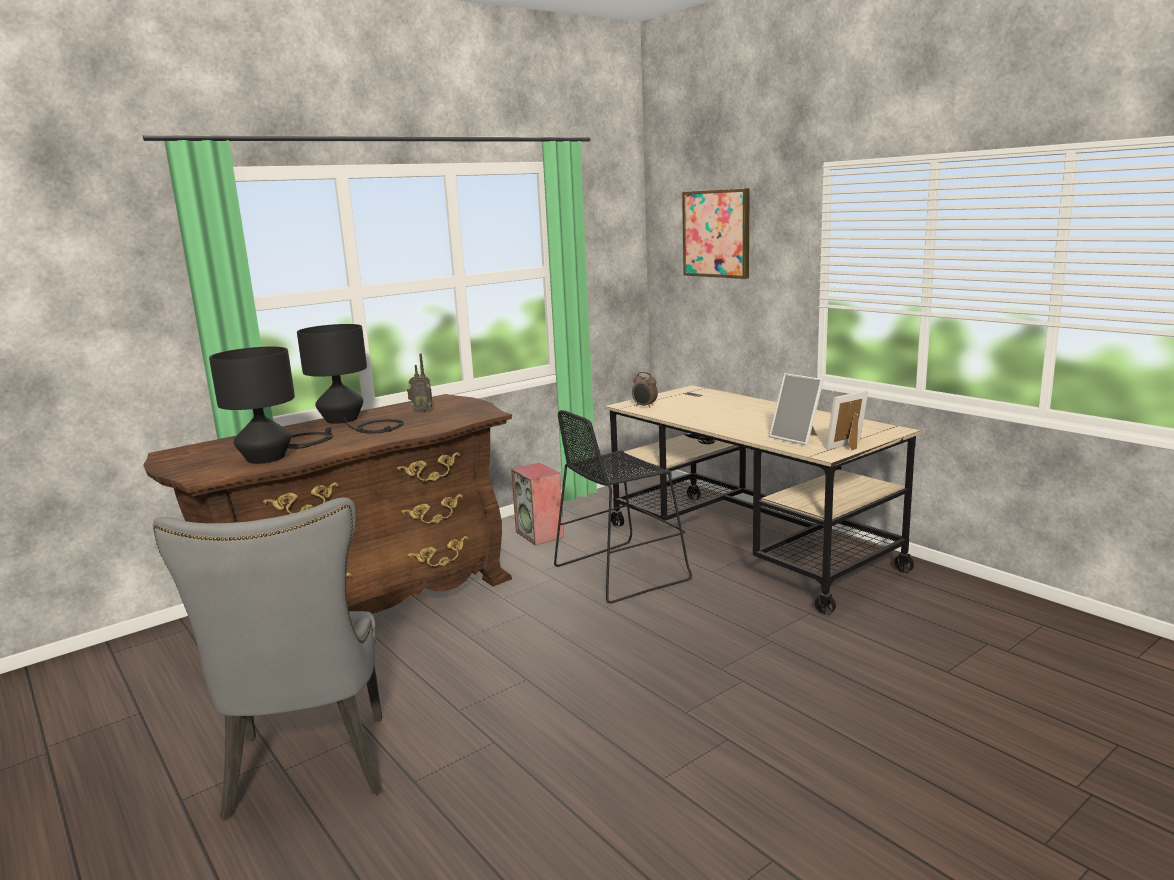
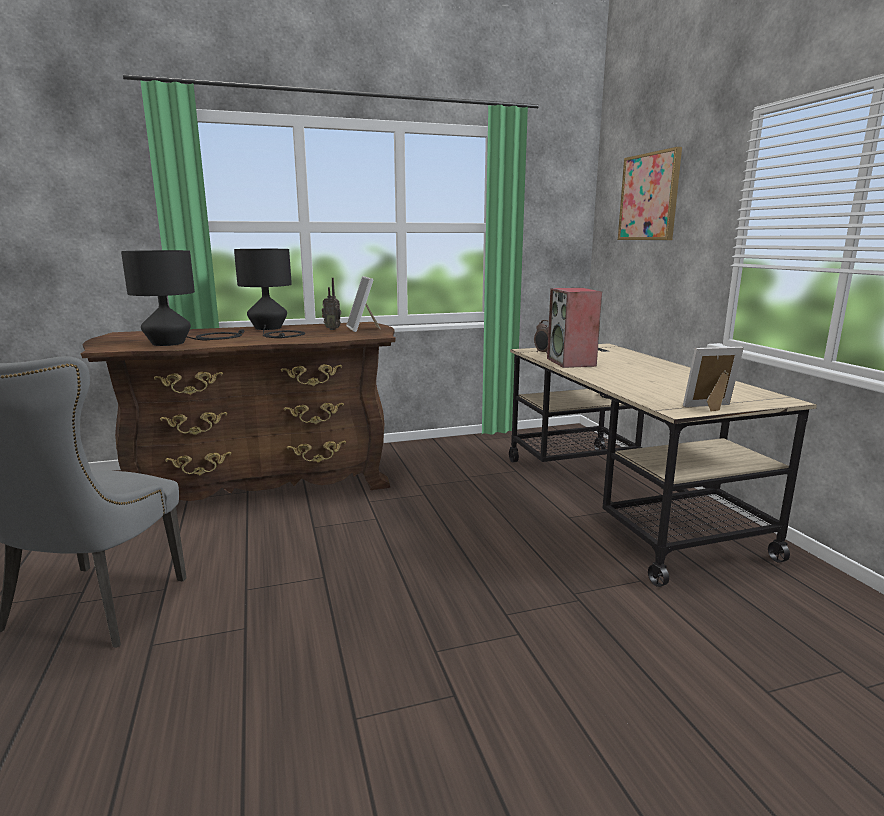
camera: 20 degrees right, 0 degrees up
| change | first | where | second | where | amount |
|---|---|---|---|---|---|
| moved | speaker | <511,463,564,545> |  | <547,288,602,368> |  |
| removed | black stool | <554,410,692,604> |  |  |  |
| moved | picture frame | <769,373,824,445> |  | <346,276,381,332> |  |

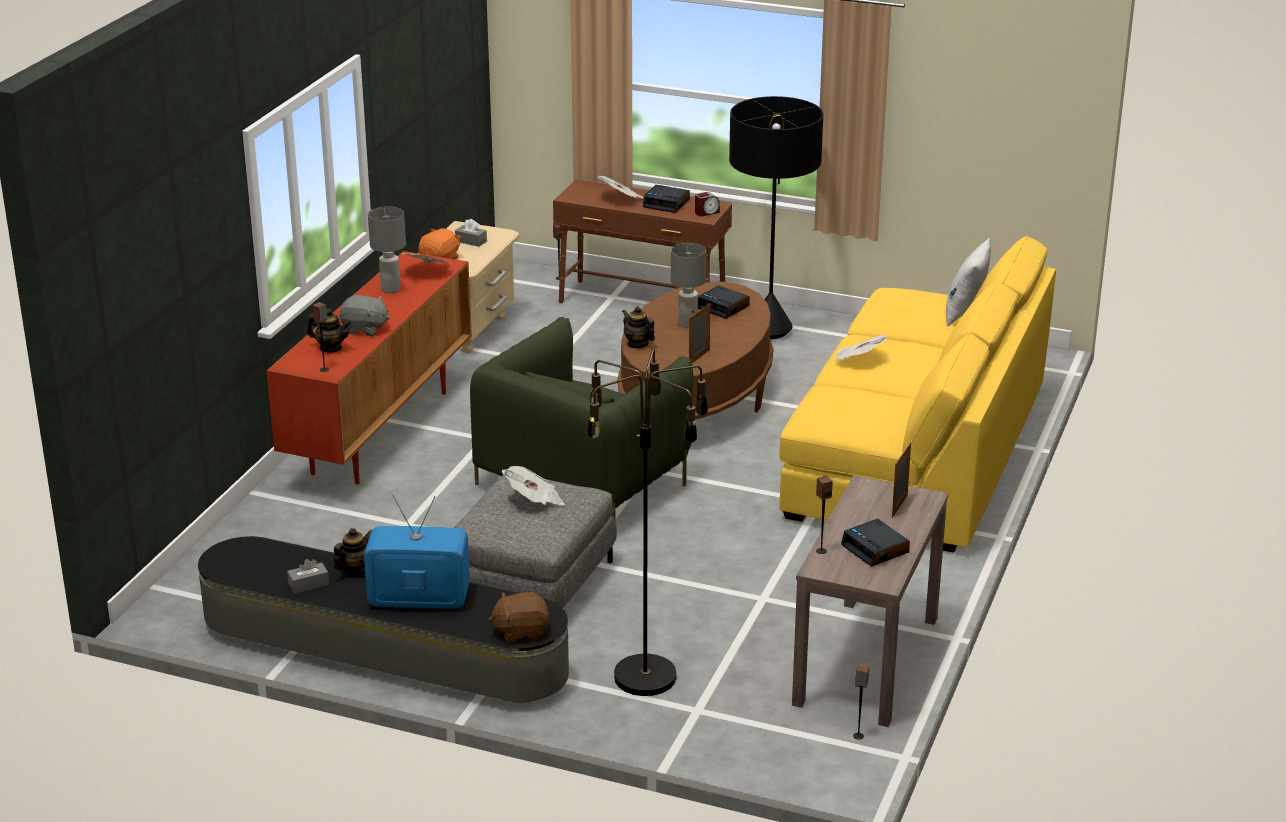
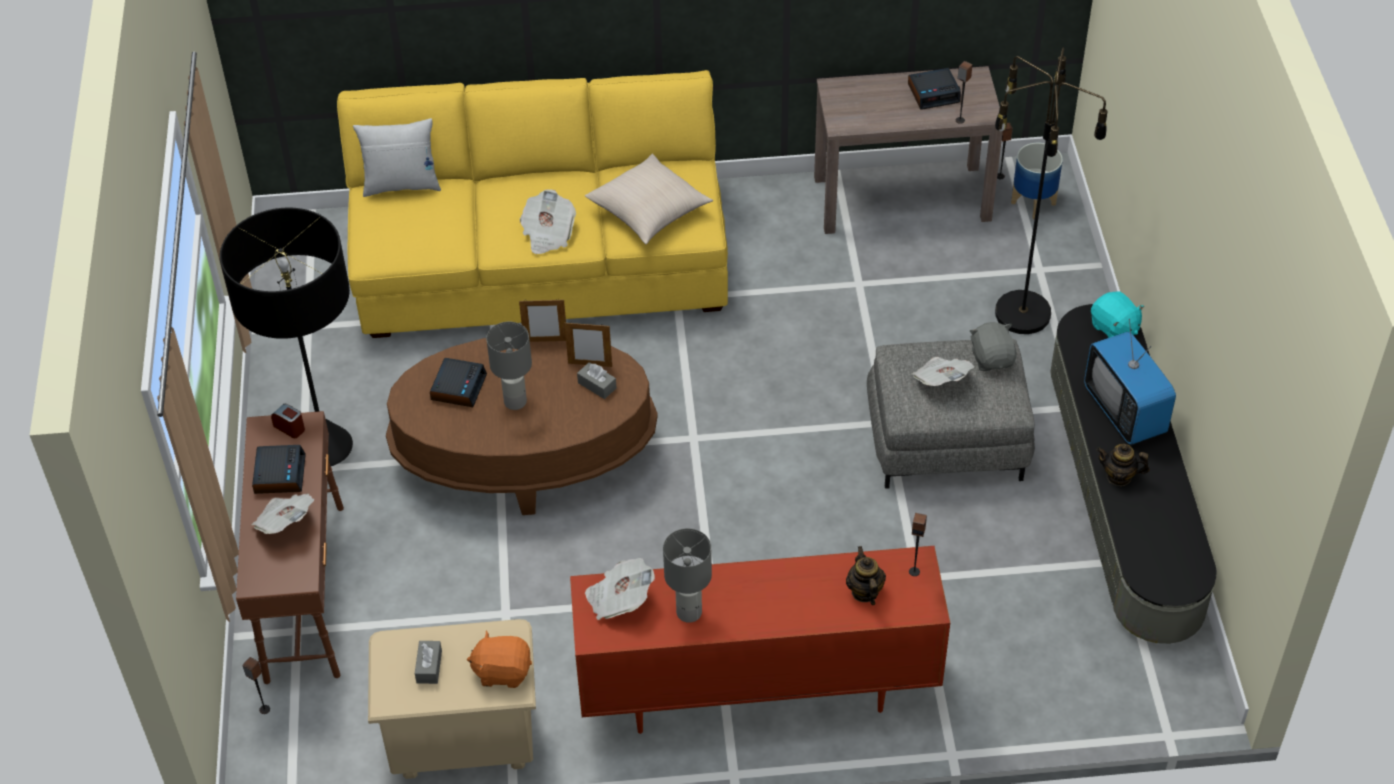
camera: 115 degrees left, 20 degrees up
| change | first | where | second | where | amount |
|---|---|---|---|---|---|
| moved | grey tissue box | <287,559,329,594> |  | <577,362,616,399> |  |
| moved | grey plush toy | <339,295,390,336> |  | <969,322,1017,371> |  |
| removed | green armchair | <470,317,693,519> |  |  |  |
| recoloured | brown plush toy | <488,592,550,643> | turquoise plush toy | <1091,291,1144,338> |  |
| removed | teapot | <622,306,655,349> |  |  |  |
| turned | alarm clock | <841,519,910,567> |  | <908,68,961,110> | 45 degrees clockwise |
| moved | picture frame | <892,442,911,518> |  | <519,298,566,342> |  |
| added |  |  | beige pillow | <585,154,713,244> |  |
| added |  |  | planter | <1011,143,1063,219> |  |

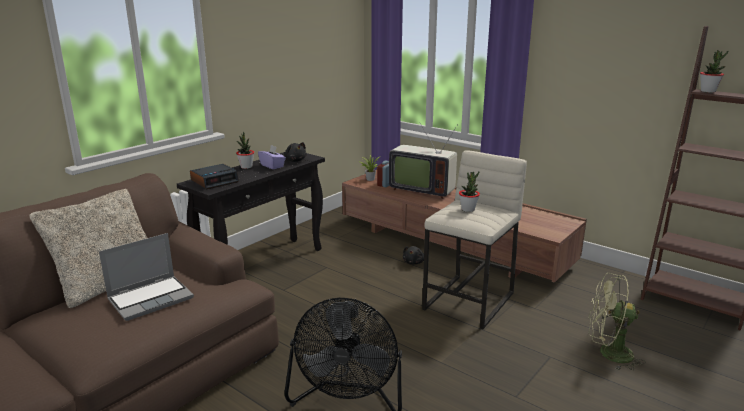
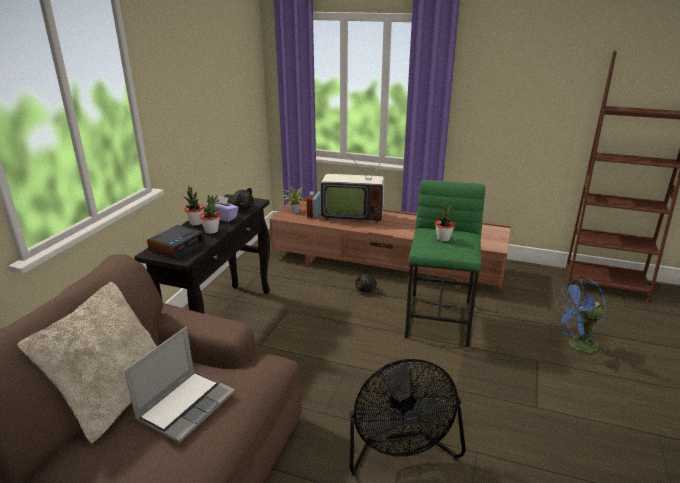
camera: 20 degrees left, 5 degrees up
| change | first | where | second | where | amount |
|---|---|---|---|---|---|
| recoloured | beige stool | <422,150,527,329> | green stool | <405,180,485,346> |  |
| recoloured | green fan | <588,273,646,370> | blue fan | <556,278,608,360> |  |
| moved | potted plant | <700,50,728,93> |  | <199,195,220,234> |  |

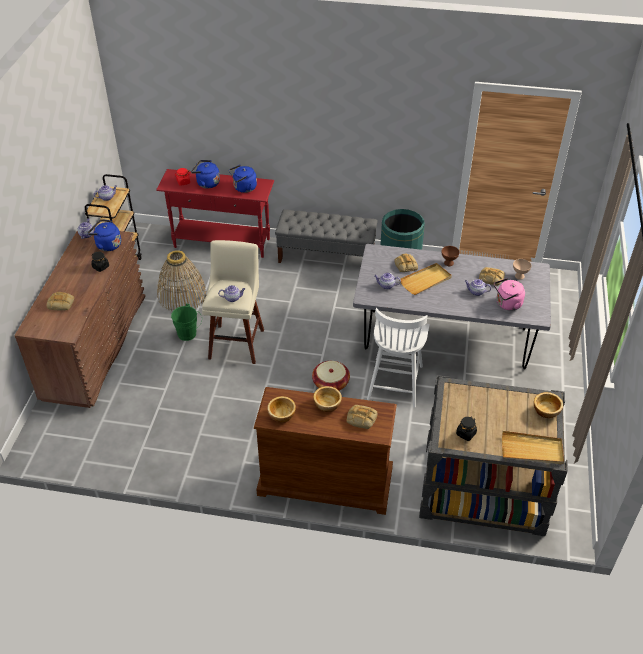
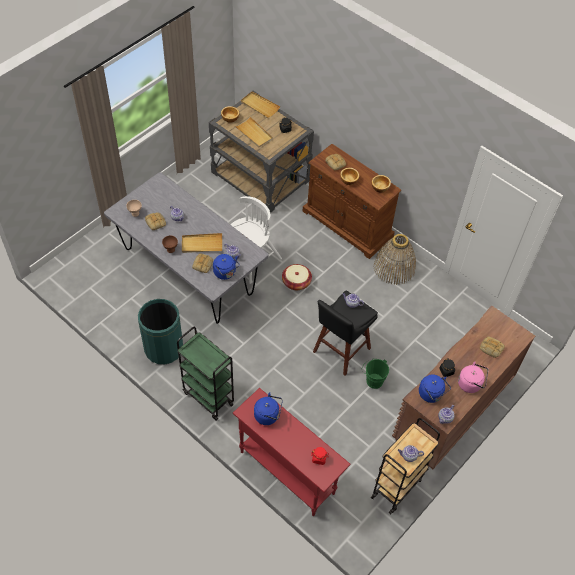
camera: 150 degrees left, 10 degrees up
| change | first | where | second | where | amount |
|---|---|---|---|---|---|
| moved | basket | <157,250,207,312> |  | <374,234,416,285> |  |
| moved | blue kettle | <191,160,220,188> |  | <213,254,240,280> |  |
| recoloured | beige stool | <202,240,264,364> | black stool | <313,291,378,376> |  |
| replaced | grey bench | <275,209,377,263> | green cart | <177,327,234,421> |  |
| moved | pink kettle | <494,278,525,311> |  | <458,361,489,393> |  |
| added |  |  | beige tray | <235,117,273,148> |  |

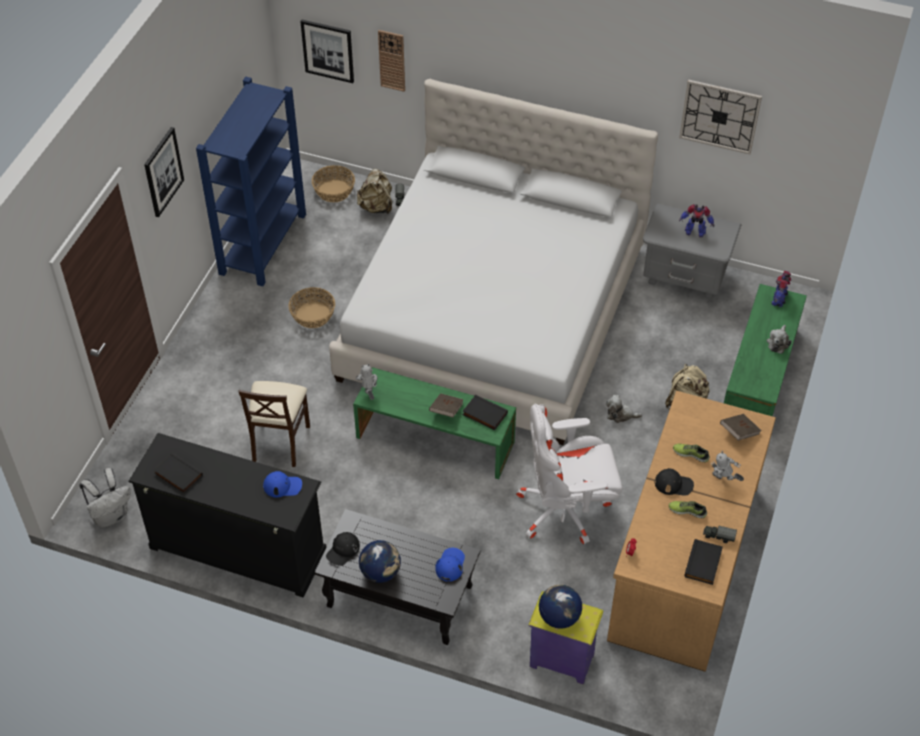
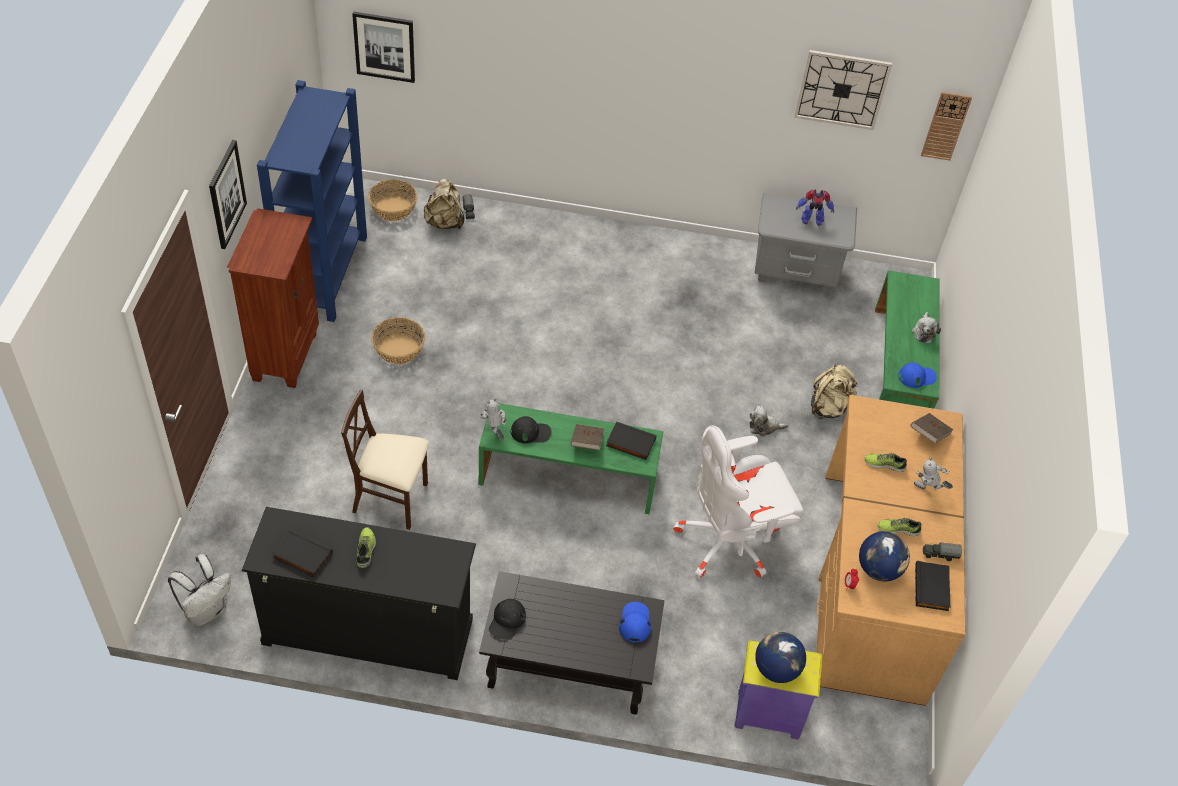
camera: 15 degrees left, 0 degrees up
| change | first | where | second | where | amount |
|---|---|---|---|---|---|
| turned | beige chair | <238,381,310,467> |  | <341,390,429,530> | 105 degrees clockwise |
| moved | blue cap | <263,471,302,498> |  | <898,362,937,388> |  |
| removed | white bed | <329,79,658,445> |  |  |  |
| moved | globe | <359,540,401,583> |  | <859,531,910,582> |  |
| moved | wall clock | <378,30,405,92> |  | <921,92,972,161> |  |
| moved | black cap | <654,468,694,496> |  | <511,416,551,443> |  |
| removed | toy robot | <771,271,791,307> |  |  |  |
| added |  |  | brown cabinet | <227,208,319,388> |  |
| added |  |  | shoe | <357,527,376,568> |  |

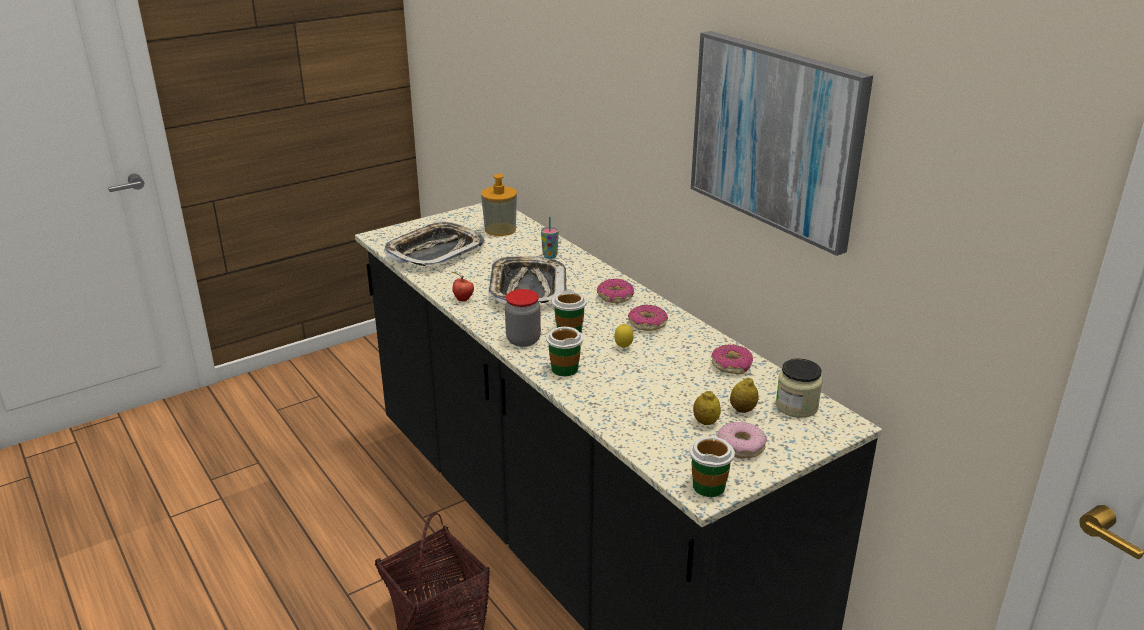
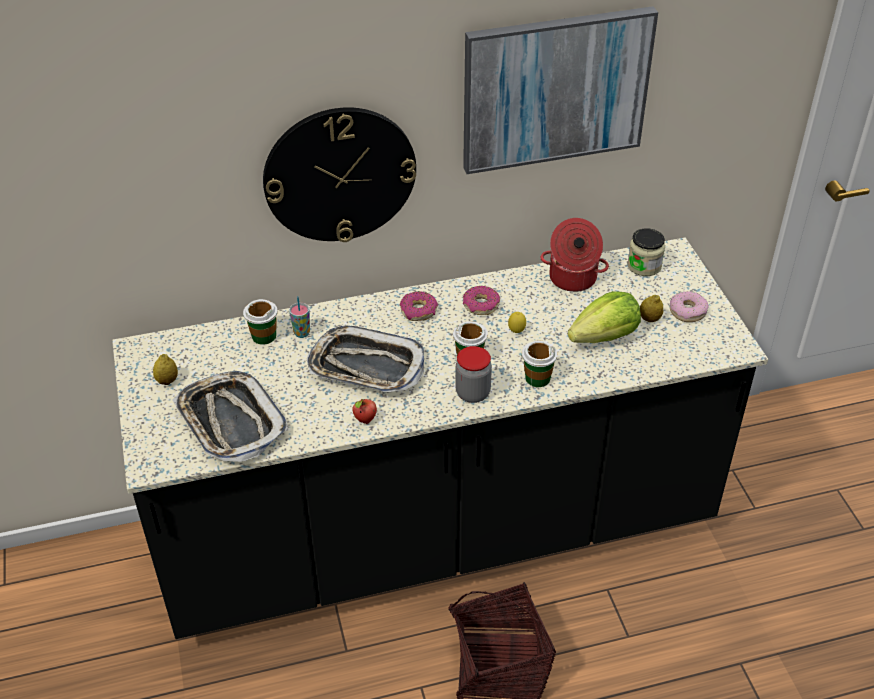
camera: 70 degrees left, 15 degrees up
| change | first | where | second | where | amount |
|---|---|---|---|---|---|
| removed | soap dispenser | <481,173,517,236> |  |  |  |
| moved | cup | <689,436,735,497> |  | <243,299,278,345> |  |
| replaced | donut | <711,344,753,374> | cooking pot | <541,218,609,292> |  |
| moved | lemon | <730,377,759,413> |  | <153,354,178,385> |  |
| added |  |  | wall clock | <263,107,416,242> |  |
| added |  |  | lettuce | <568,291,641,343> |  |

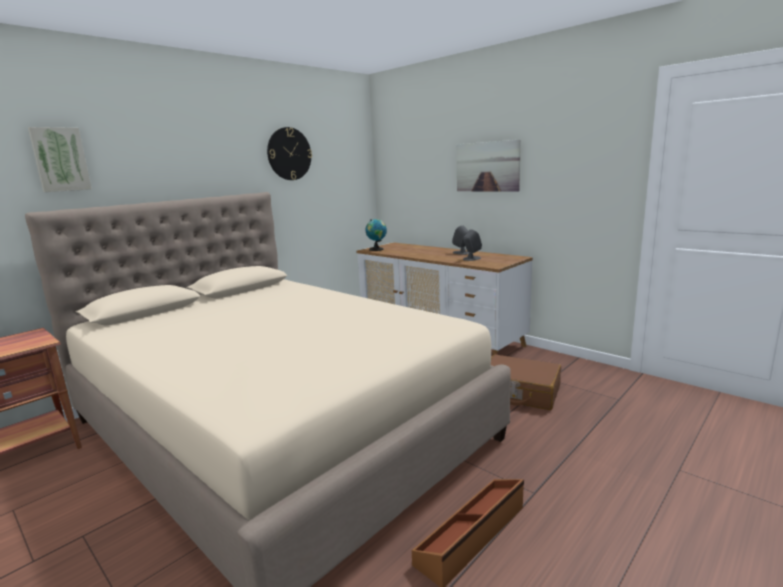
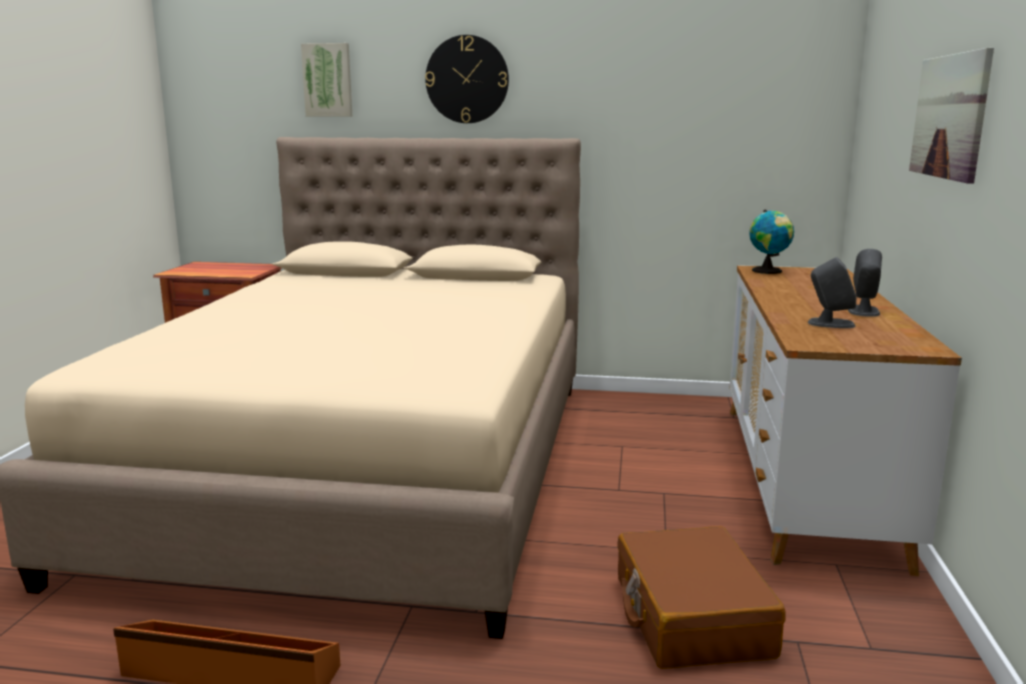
camera: 55 degrees right, 0 degrees up
| change | first | where | second | where | amount |
|---|---|---|---|---|---|
| moved | wall clock | <267,127,312,180> |  | <425,35,509,123> |  |

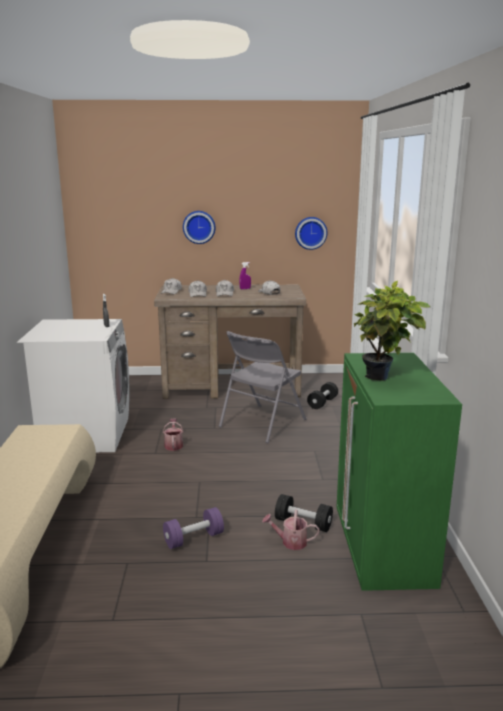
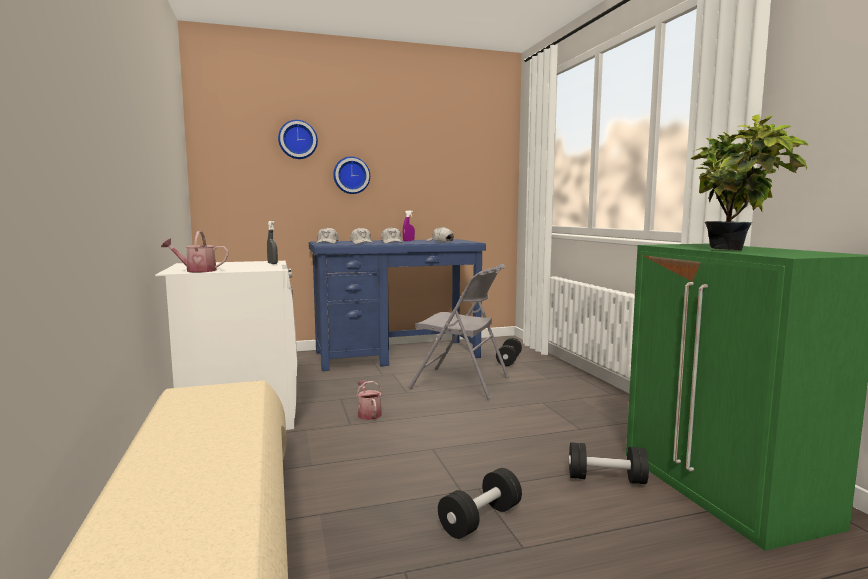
camera: 15 degrees left, 10 degrees down
| change | first | where | second | where | amount |
|---|---|---|---|---|---|
| recoloured | brown desk | <154,285,306,399> | blue desk | <309,239,486,371> |  |
| recoloured | purple dumbbell | <163,507,224,549> | black dumbbell | <438,468,522,539> |  |
| turned | grey chair | <219,331,307,444> |  | <408,264,509,400> | 90 degrees counterclockwise |
| moved | watering can | <262,509,319,550> |  | <161,231,229,273> |  |
| moved | wall clock | <295,217,327,250> |  | <278,120,318,159> |  |

